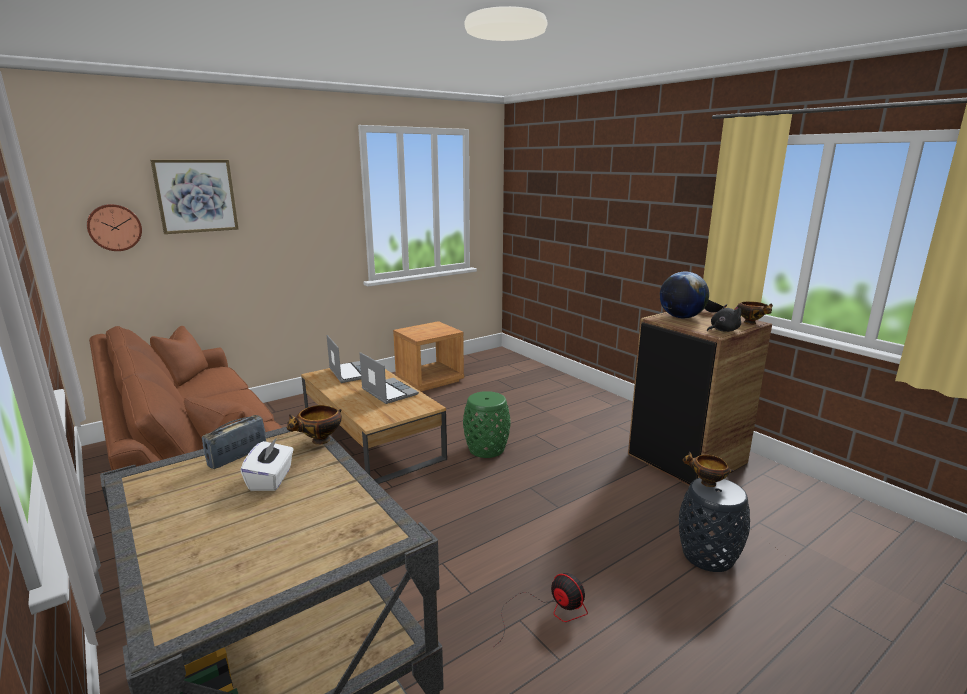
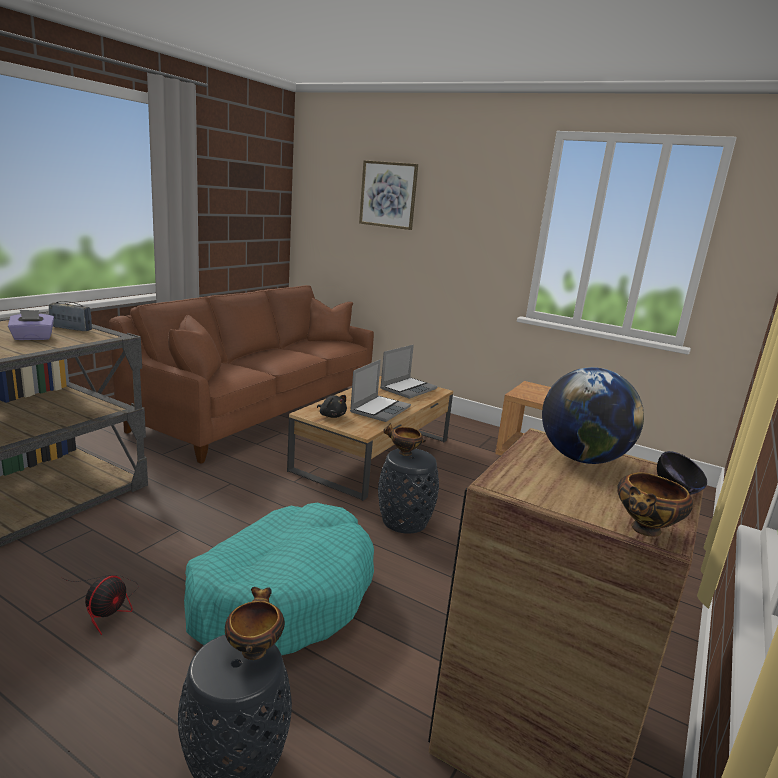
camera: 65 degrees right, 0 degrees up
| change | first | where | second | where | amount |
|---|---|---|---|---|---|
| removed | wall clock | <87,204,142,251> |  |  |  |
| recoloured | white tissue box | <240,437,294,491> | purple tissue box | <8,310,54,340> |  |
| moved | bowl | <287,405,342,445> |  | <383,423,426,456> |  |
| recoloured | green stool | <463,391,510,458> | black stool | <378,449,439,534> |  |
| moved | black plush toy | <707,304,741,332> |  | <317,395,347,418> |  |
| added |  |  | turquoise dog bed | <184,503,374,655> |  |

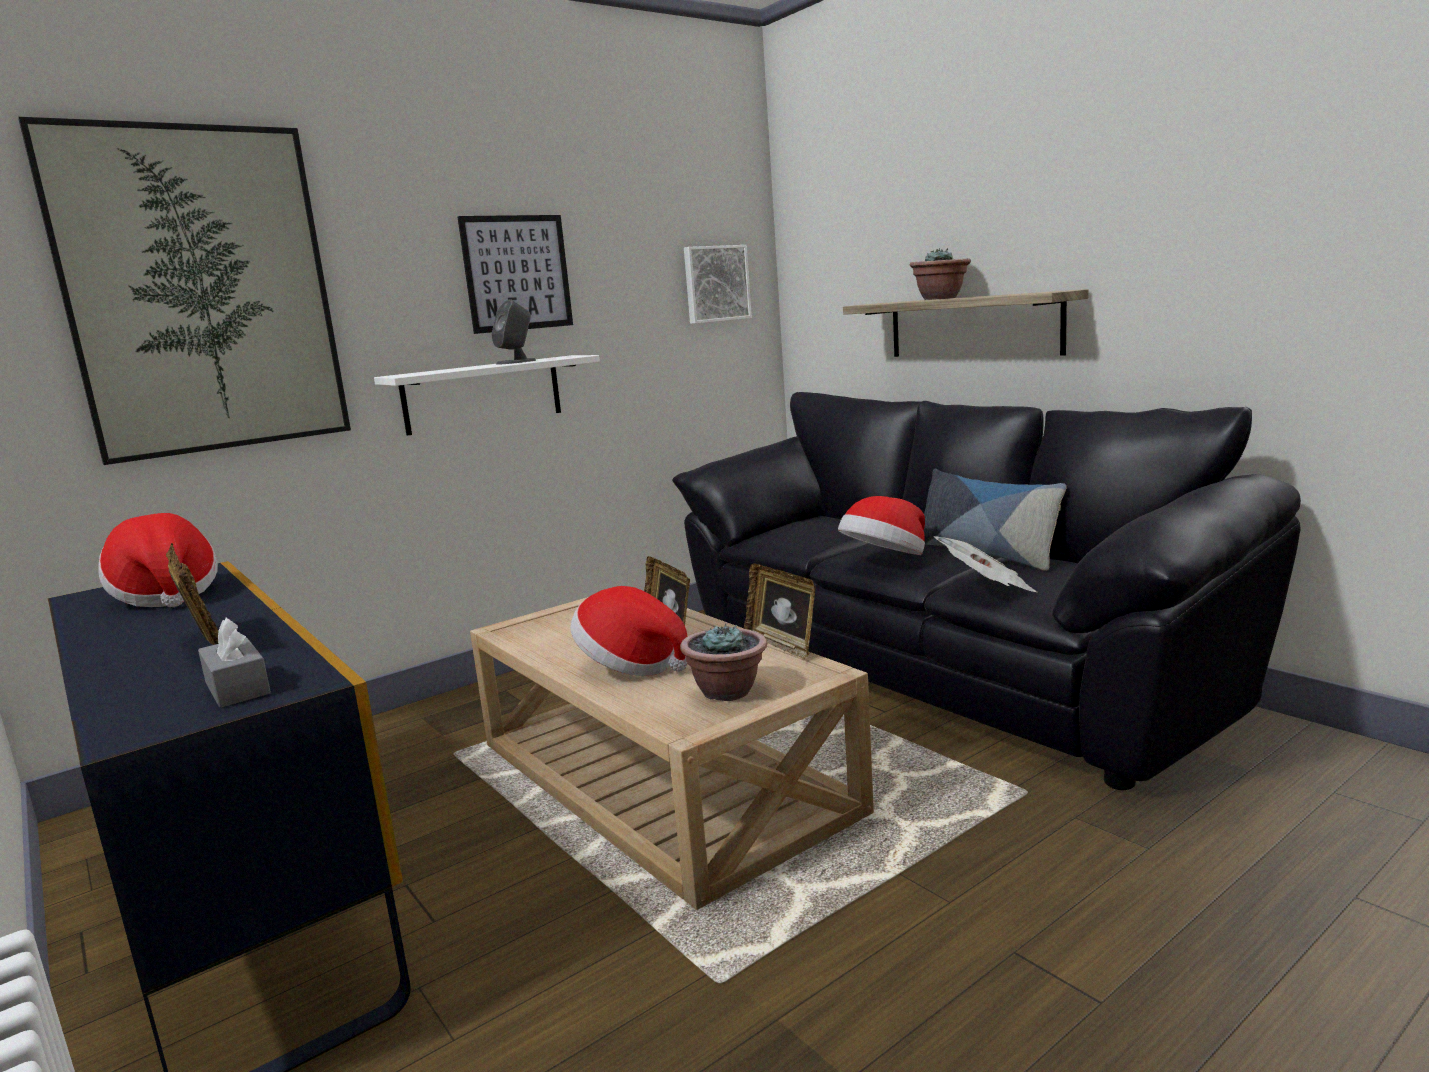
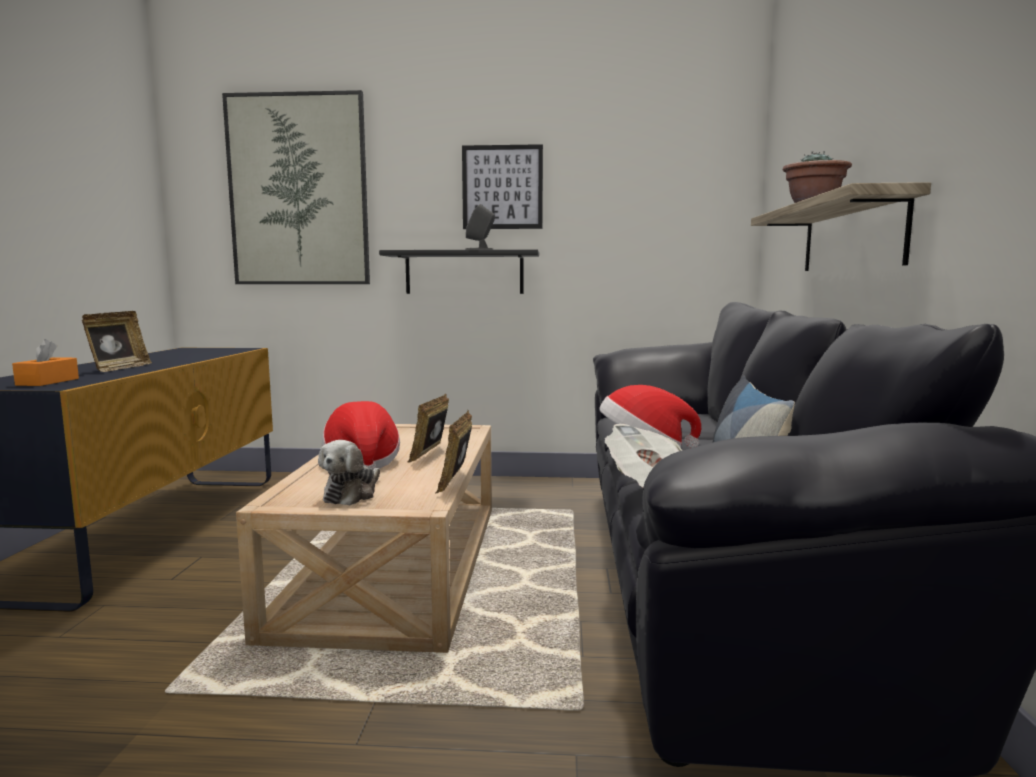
camera: 40 degrees right, 5 degrees down
| change | first | where | second | where | amount |
|---|---|---|---|---|---|
| removed | hat | <98,513,218,607> |  |  |  |
| recoloured | grey tissue box | <198,618,271,708> | orange tissue box | <12,339,79,386> |  |
| recoloured | white shelf | <374,355,600,436> | black shelf | <379,249,539,294> |  |
| replaced | potted plant | <680,622,767,701> | plush toy | <318,440,380,505> |  |
| removed | picture | <684,245,752,324> |  |  |  |

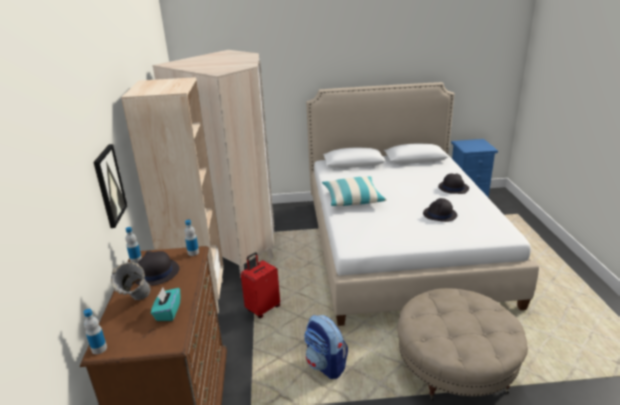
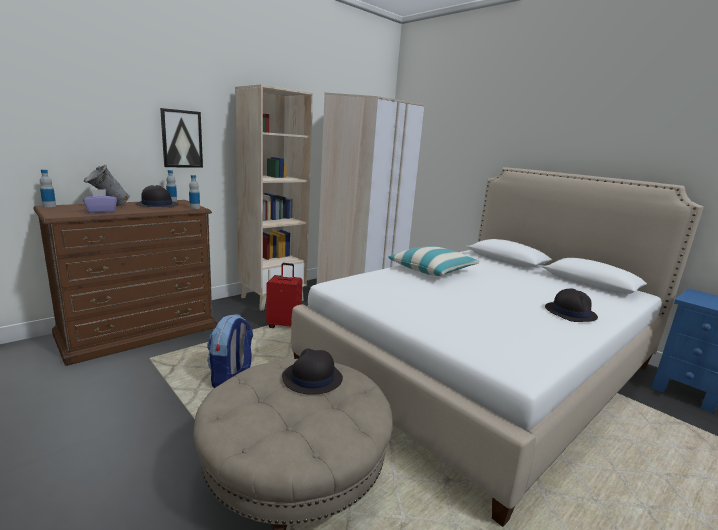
camera: 50 degrees right, 10 degrees down
| change | first | where | second | where | amount |
|---|---|---|---|---|---|
| recoloured | turquoise tissue box | <151,288,181,321> | purple tissue box | <83,189,117,213> |  |
| moved | black hat | <423,198,457,222> |  | <282,348,343,395> |  |

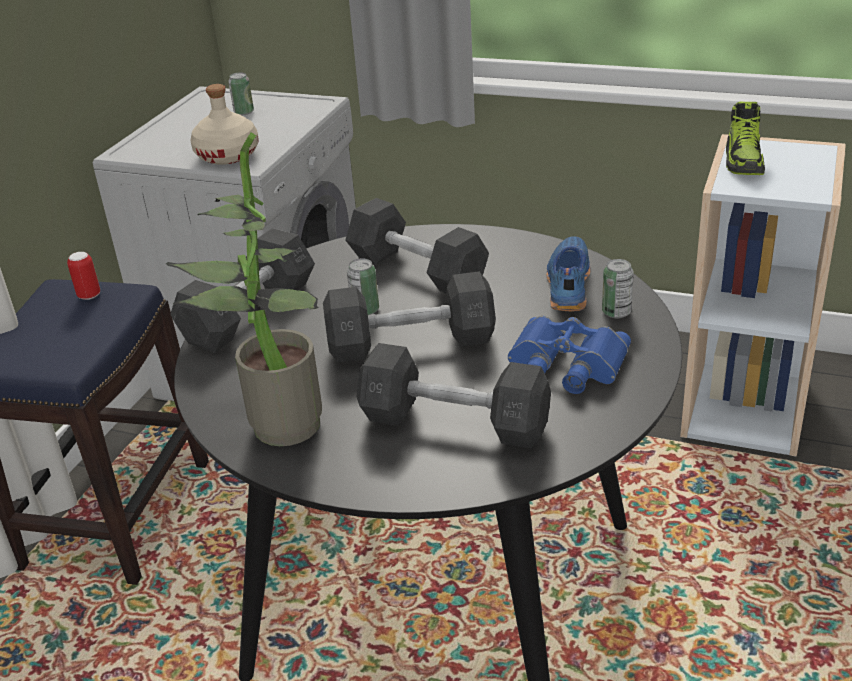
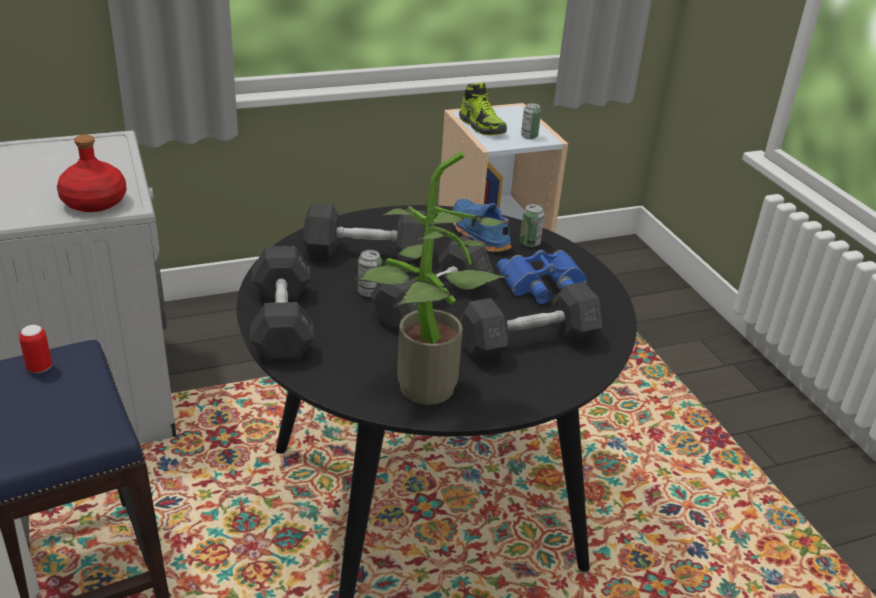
camera: 45 degrees left, 0 degrees up
| change | first | where | second | where | amount |
|---|---|---|---|---|---|
| recoloured | beige bottle | <190,84,259,165> | red bottle | <57,134,127,212> |  |
| moved | can | <228,72,254,115> |  | <521,103,541,139> |  |

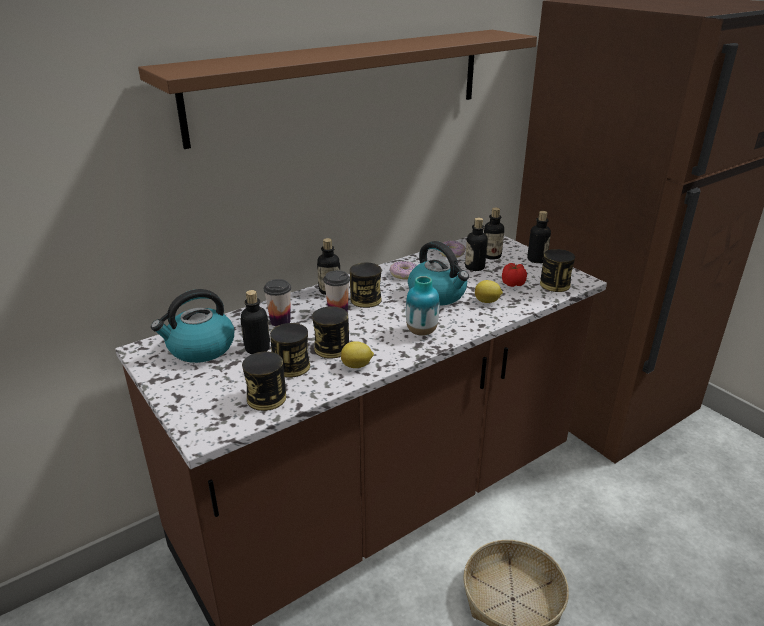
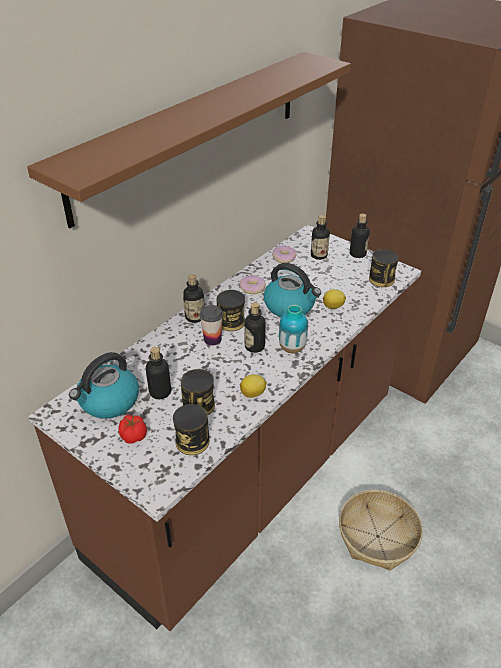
camera: 15 degrees left, 10 degrees up
| change | first | where | second | where | amount |
|---|---|---|---|---|---|
| removed | cup | <264,279,291,326> |  |  |  |
| removed | can | <312,306,349,359> |  |  |  |
| moved | bottle | <465,218,487,271> |  | <244,302,266,353> |  |
| moved | tomato | <502,263,527,287> |  | <118,415,147,444> |  |

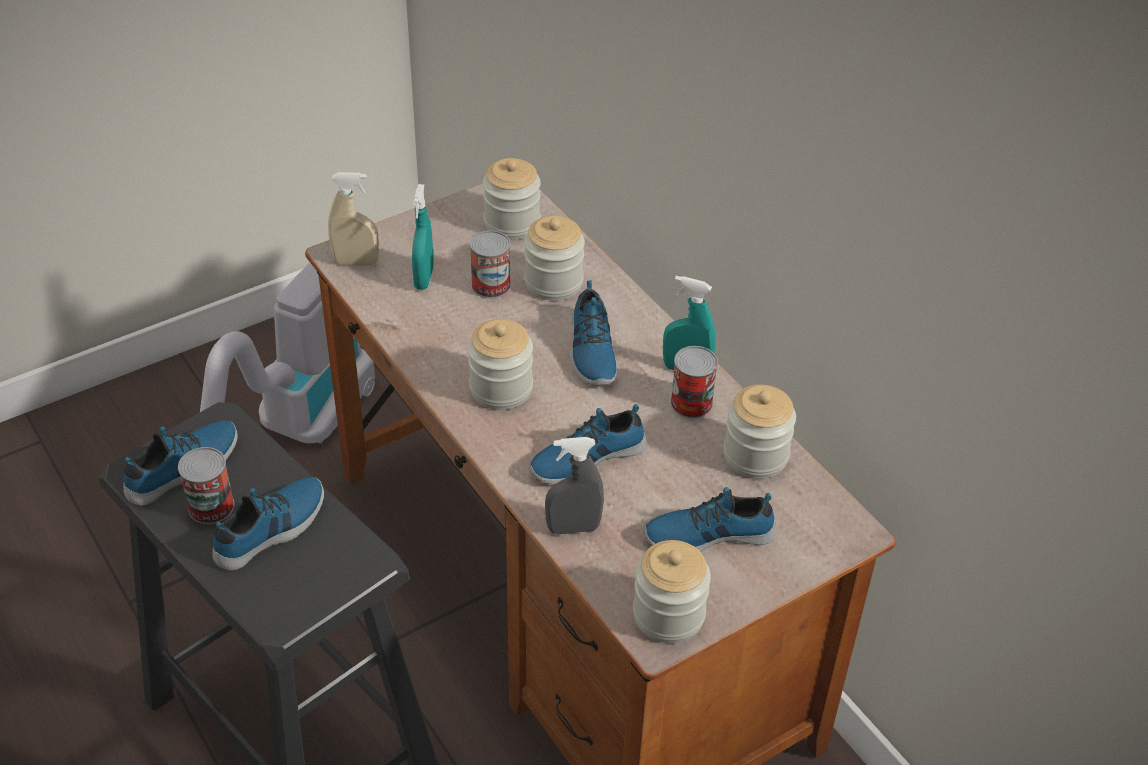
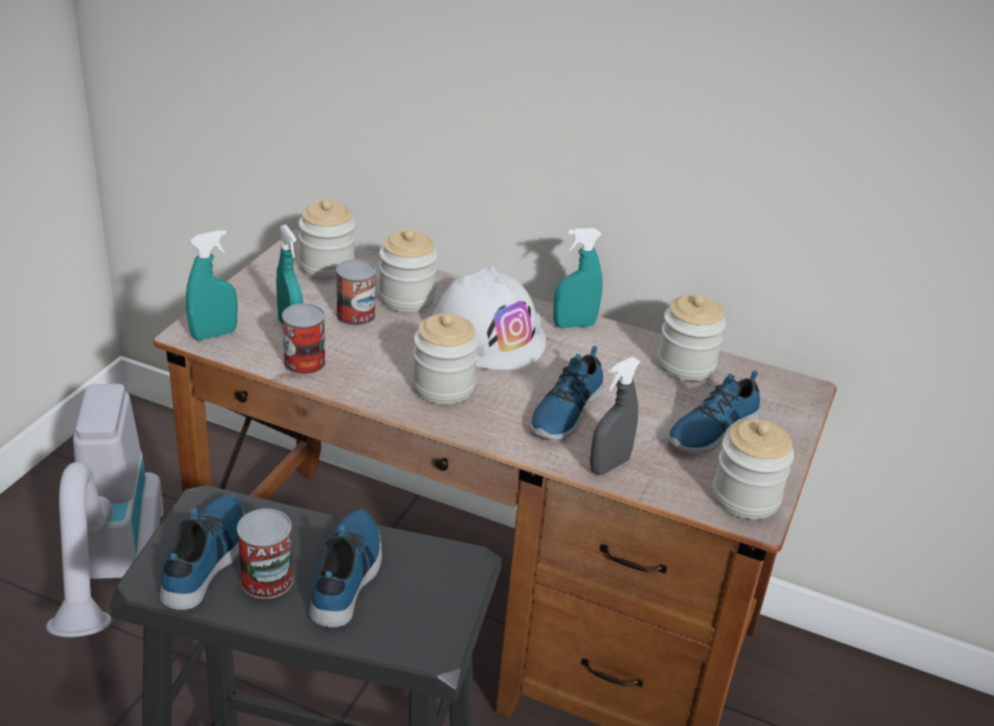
camera: 35 degrees left, 10 degrees down
| change | first | where | second | where | amount |
|---|---|---|---|---|---|
| recoloured | beige spray bottle | <328,172,379,266> | turquoise spray bottle | <186,230,237,340> |  |
| replaced | shoe | <569,281,618,385> | white hard hat | <432,266,546,370> |  |
| moved | can | <670,346,718,418> |  | <282,303,326,375> |  |

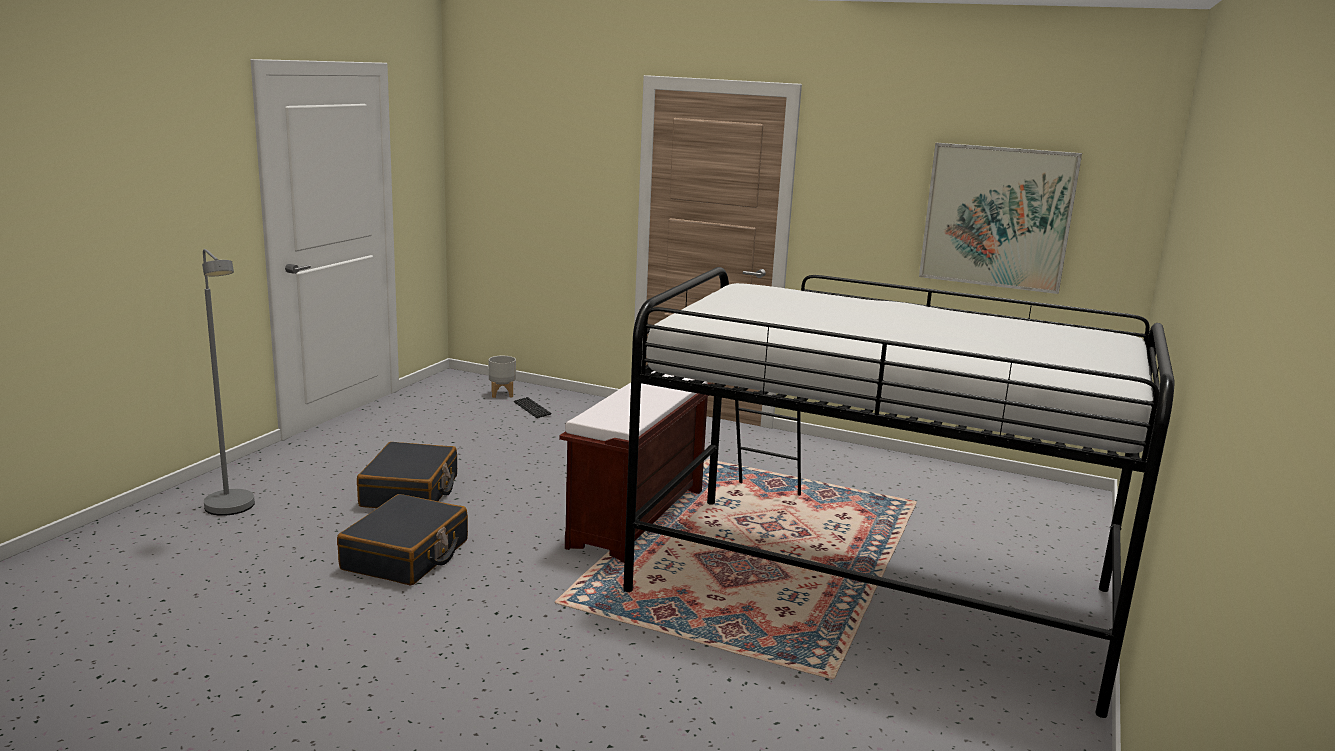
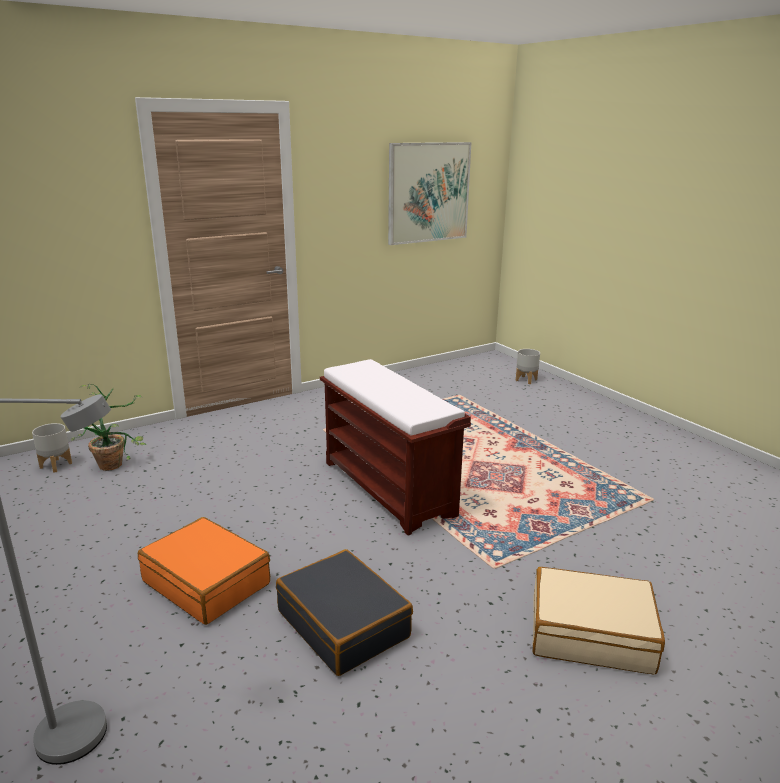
camera: 55 degrees left, 5 degrees up
| change | first | where | second | where | amount |
|---|---|---|---|---|---|
| recoloured | black suitcase | <357,442,457,508> | orange suitcase | <138,517,270,625> |  |
| replaced | keyboard | <514,397,552,418> | potted plant | <71,384,146,471> |  |
| removed | black bed | <623,267,1174,718> |  |  |  |
| added |  |  | grey planter | <516,349,540,384> |  |
| added |  |  | beige suitcase | <532,567,665,674> |  |

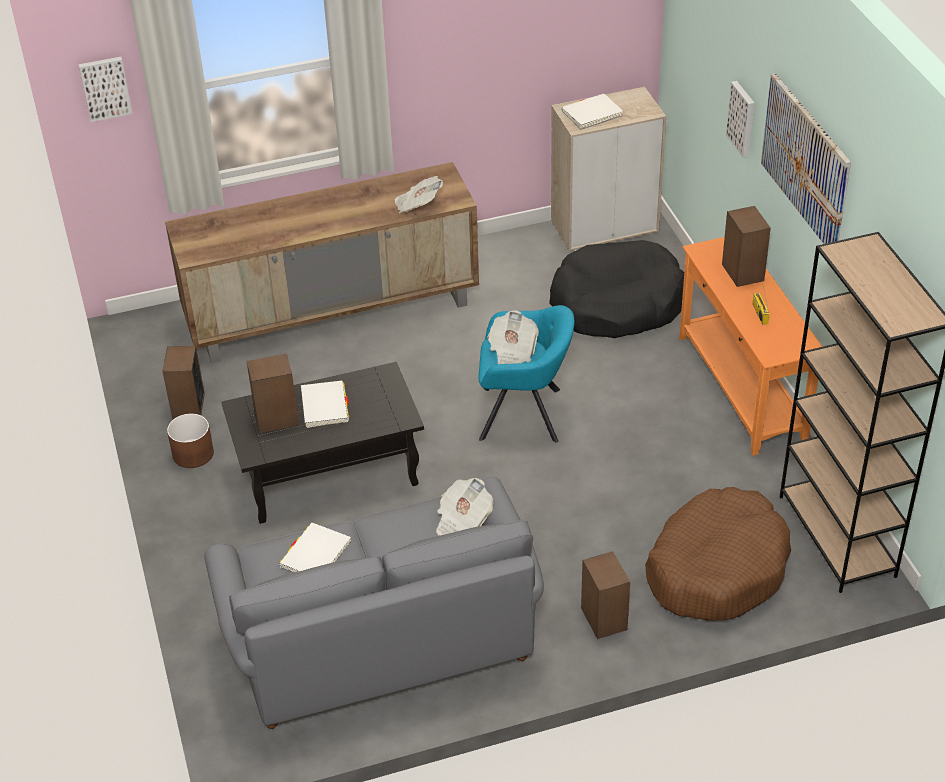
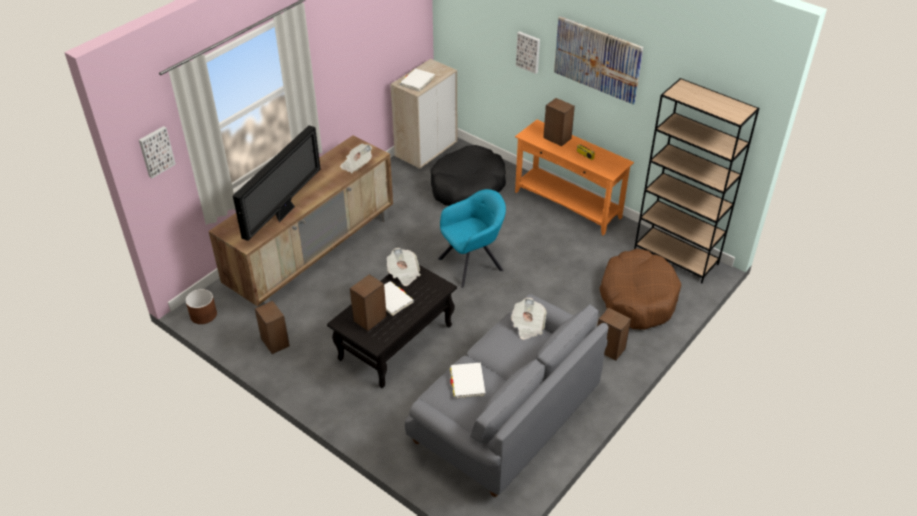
camera: 35 degrees left, 0 degrees up
| change | first | where | second | where | amount |
|---|---|---|---|---|---|
| moved | brown planter | <167,414,214,468> |  | <185,289,217,324> |  |
| moved | newspaper | <487,310,539,364> |  | <386,248,421,286> |  |
| added |  |  | television | <233,125,321,241> |  |

